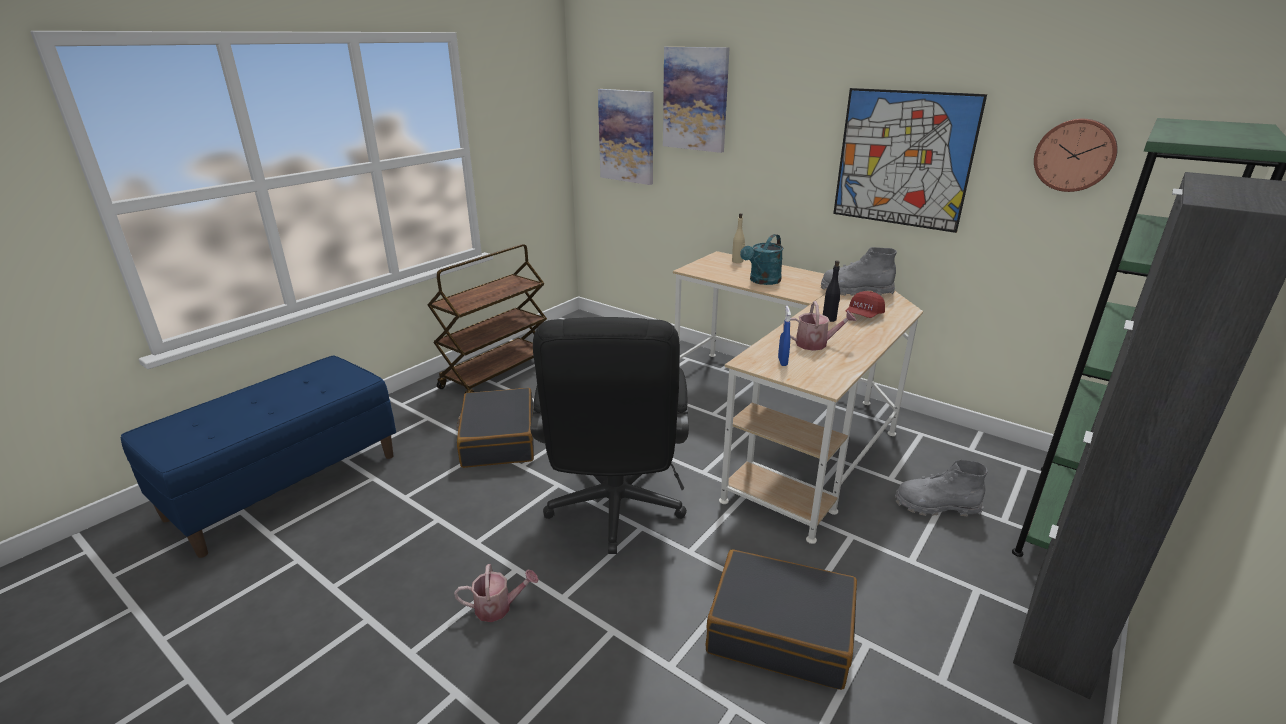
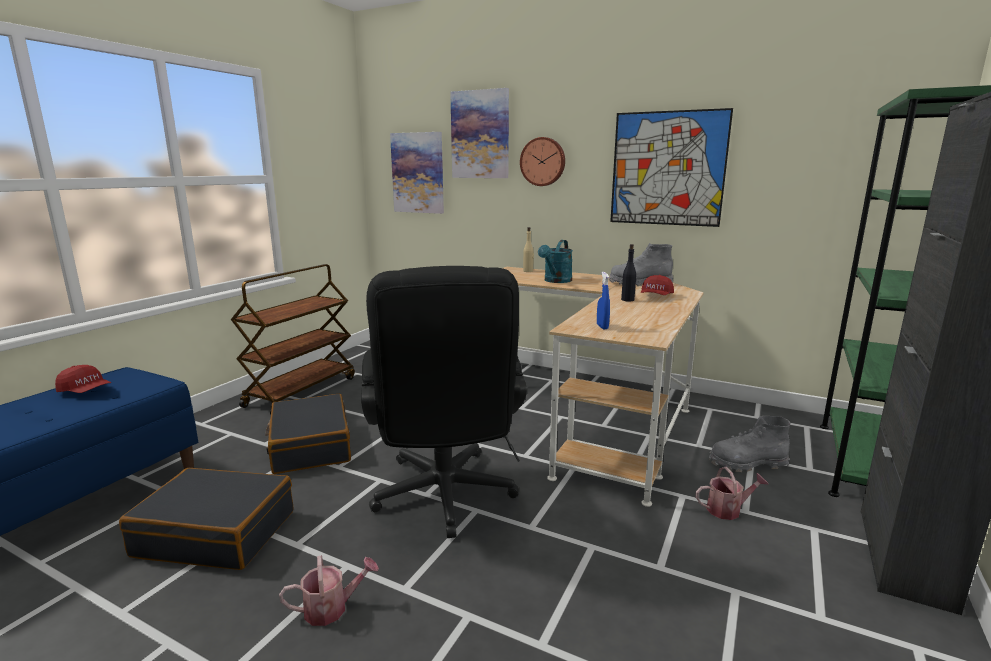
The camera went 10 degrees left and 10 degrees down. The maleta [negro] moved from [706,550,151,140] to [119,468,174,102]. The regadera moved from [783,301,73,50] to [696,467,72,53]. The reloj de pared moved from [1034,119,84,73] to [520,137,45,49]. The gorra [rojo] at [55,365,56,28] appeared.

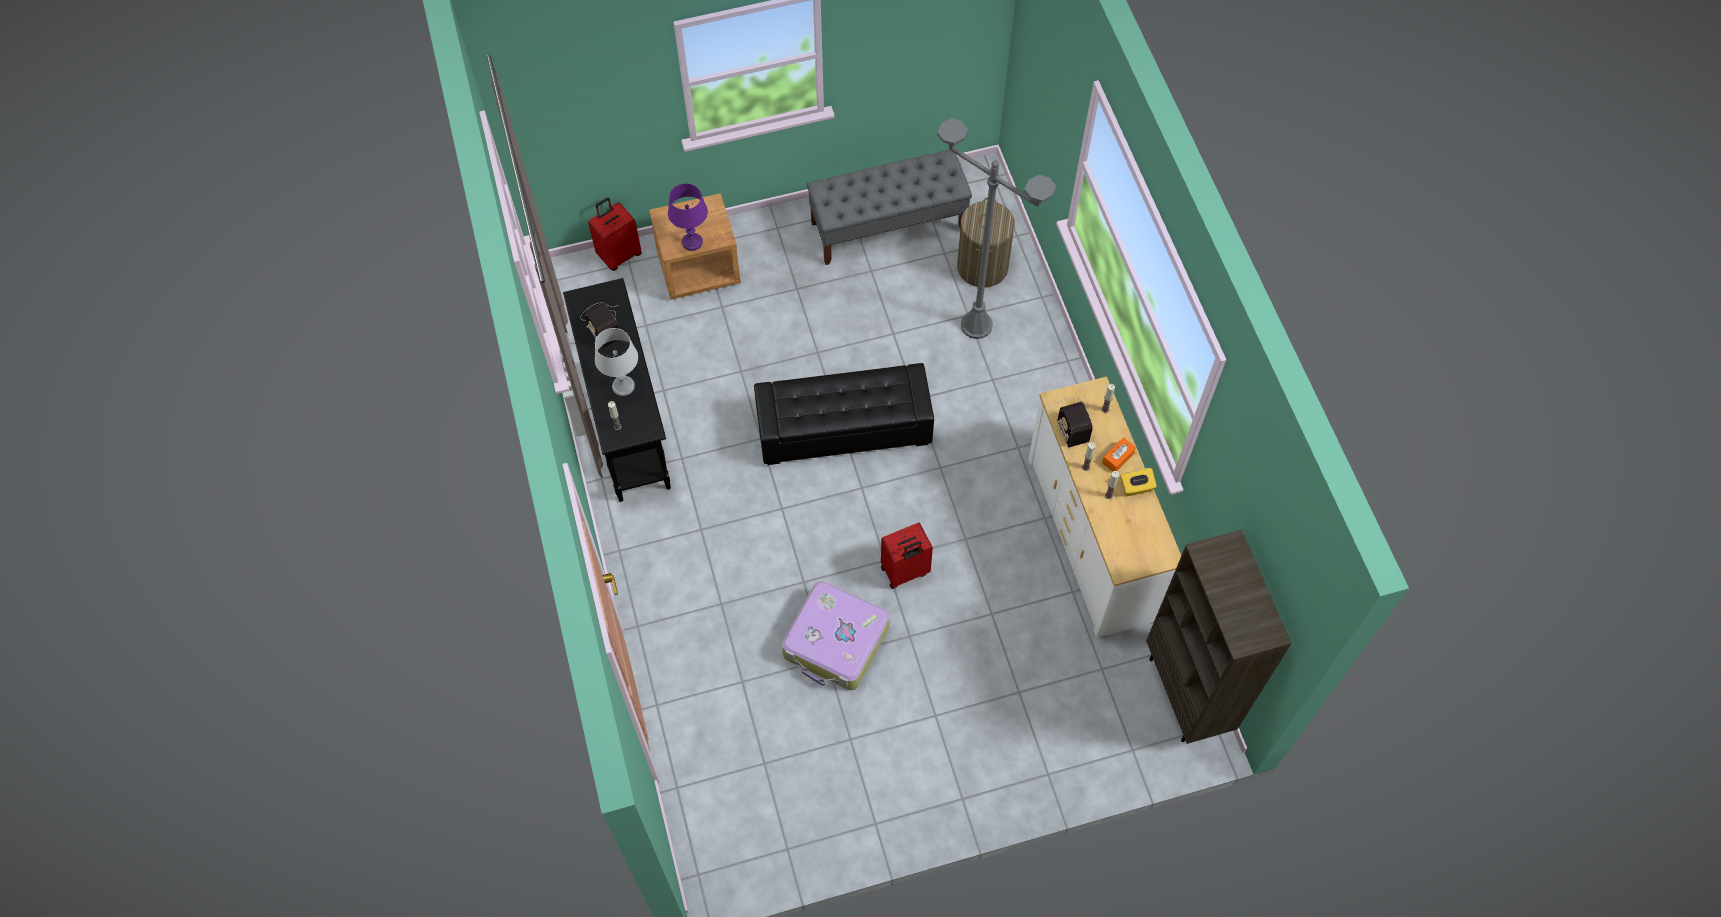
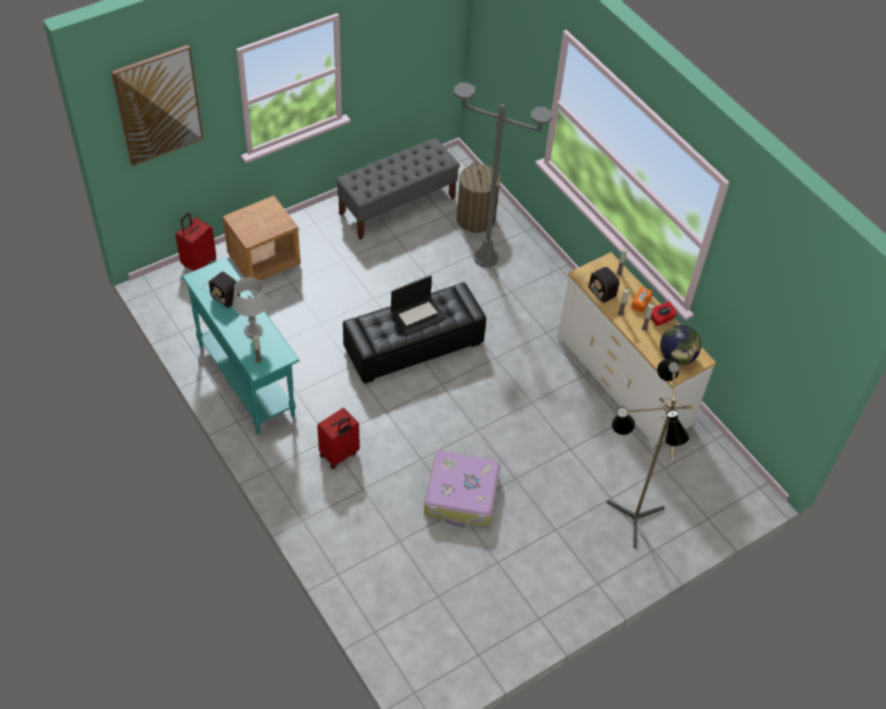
The camera went 20 degrees left and 10 degrees down. The mesa consola [negro] at [563,278,108,224] became the mesa consola [turquesa] at [182,258,118,177]. The lámpara de mesa [morado] at [668,183,40,68] disappeared. The maleta [rojo] moved from [881,523,52,66] to [317,408,42,61]. The caja de pañuelos [amarillo] at [1120,468,37,28] became the caja de pañuelos [rojo] at [651,302,26,24]. The estantería [marrón] at [1146,529,146,215] disappeared. The cuadro at [111,45,92,121] appeared. The portátil at [391,275,55,60] appeared. The lámpara de pie at [607,359,86,189] appeared. The globo terráqueo at [660,325,41,41] appeared.

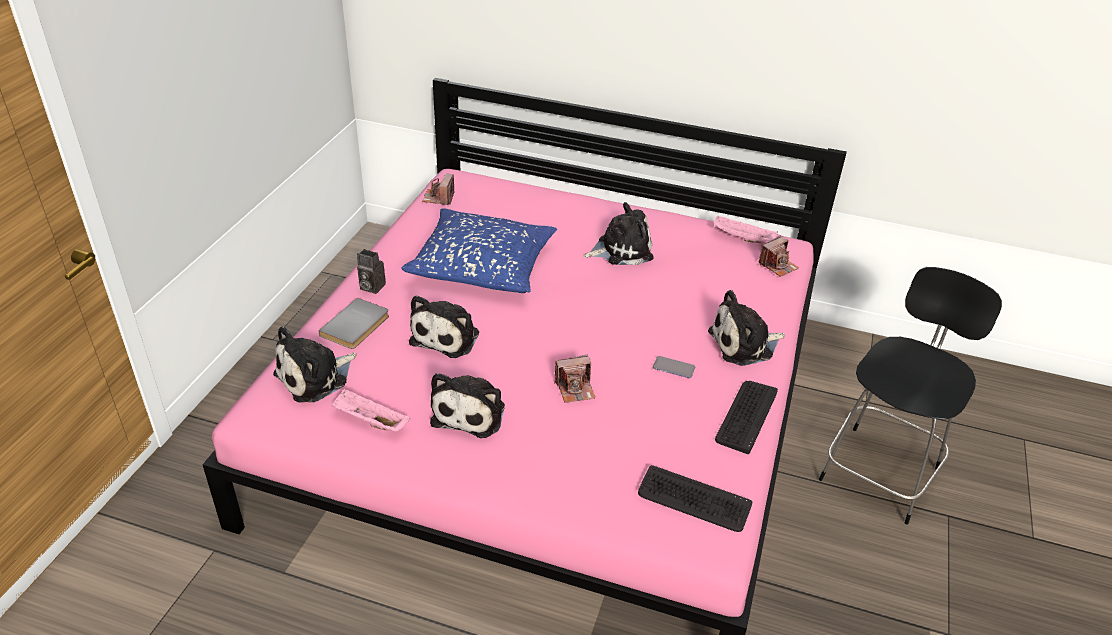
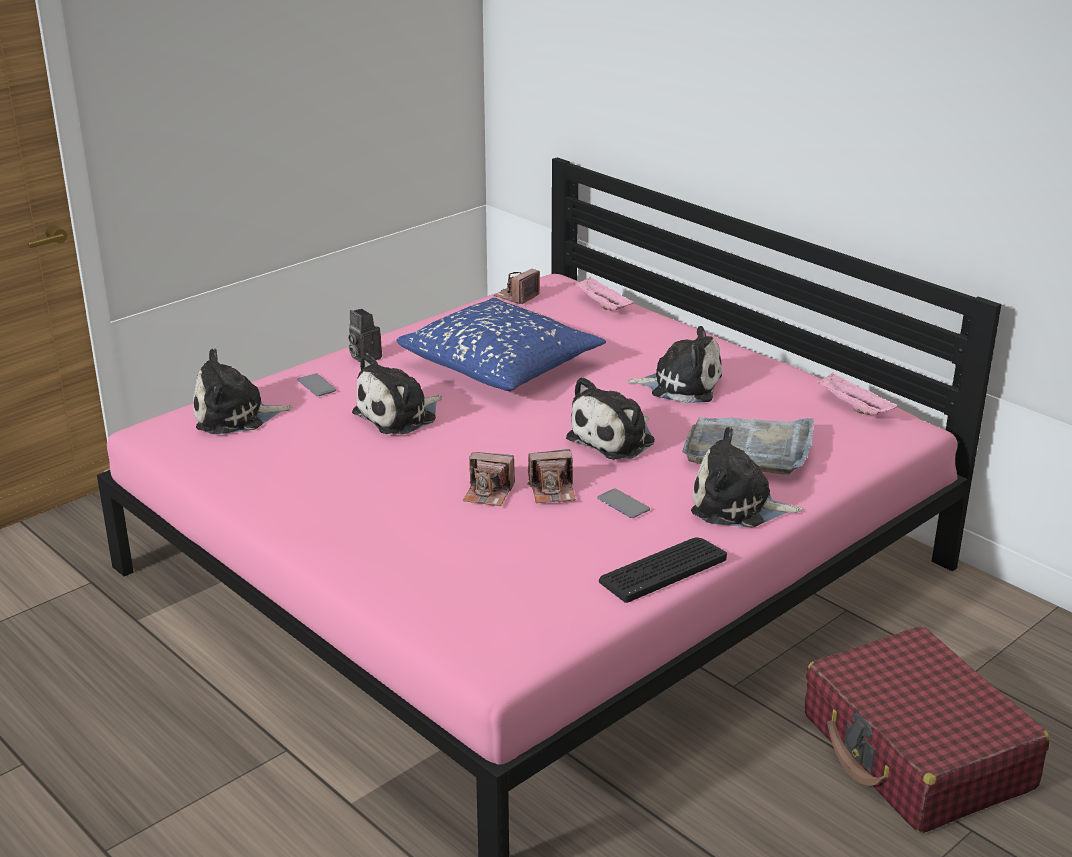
The camera went 30 degrees right and 10 degrees down. The libro [gris] at [319,298,70,51] was replaced by the móvil at [298,373,38,23]. The bandeja [rosa] moved from [331,388,80,43] to [573,277,62,34]. The peluche moved from [430,373,75,65] to [566,377,89,83]. The teclado at [638,465,115,67] disappeared. The cámara moved from [759,235,40,42] to [527,449,49,54]. The silla [negro] at [819,267,183,258] was replaced by the maleta [rojo] at [805,626,245,207]. The bandeja [gris] at [682,417,132,58] appeared.

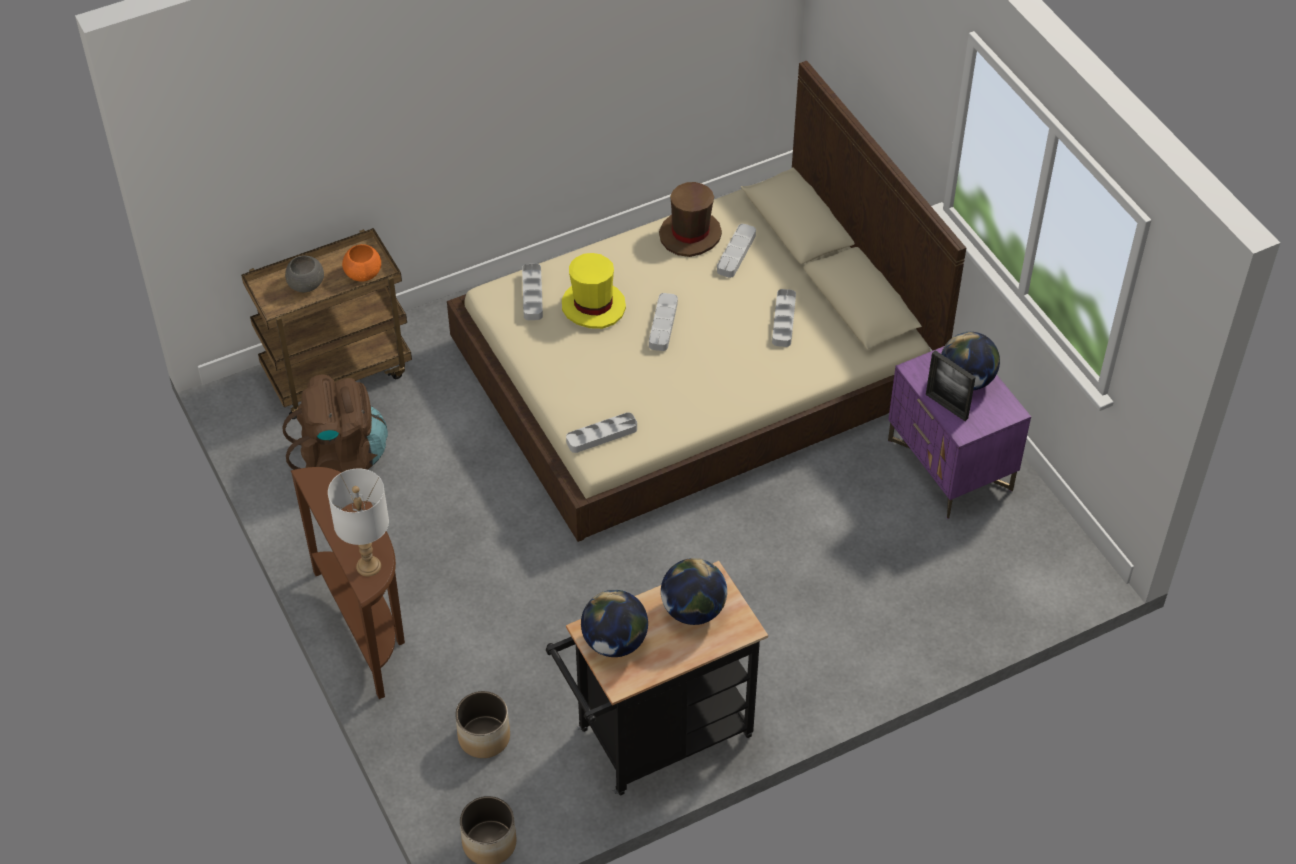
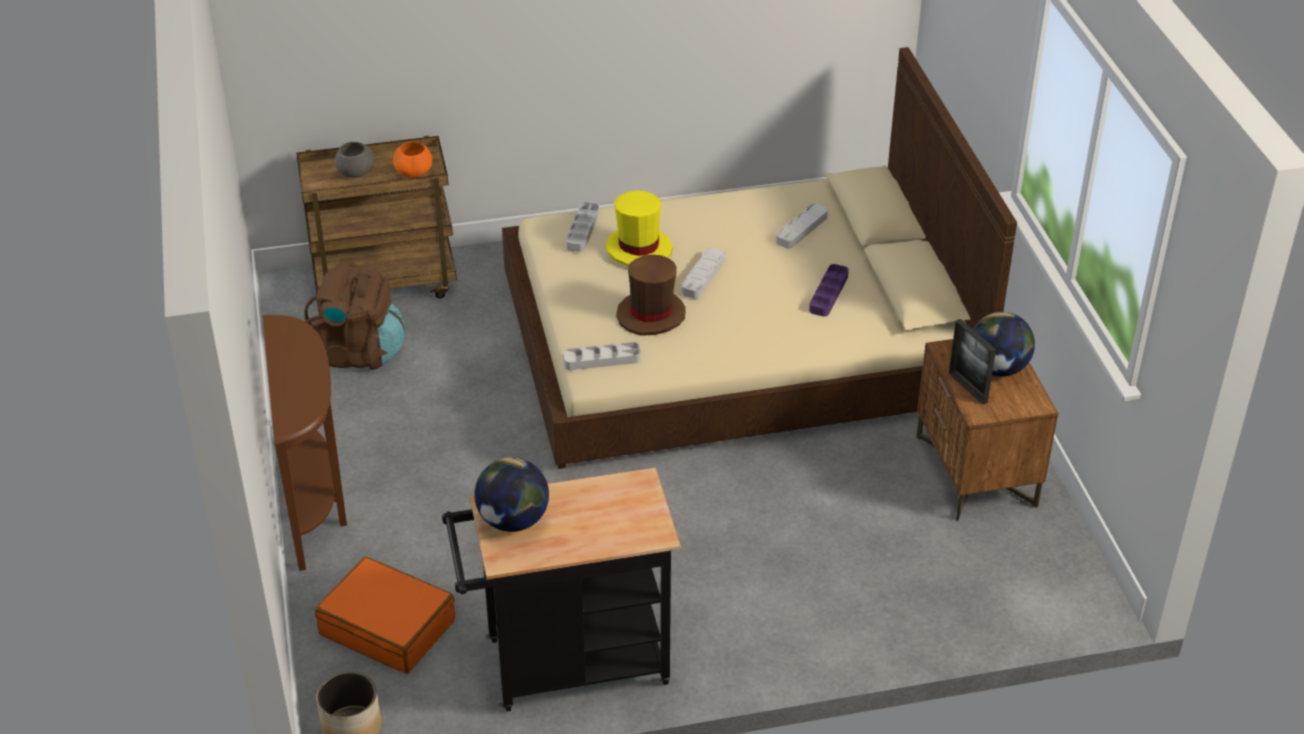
The camera went 15 degrees right and 10 degrees down. The lámpara de mesa [blanco] at [328,468,61,108] disappeared. The maceta at [455,691,55,67] was replaced by the maleta [naranja] at [315,556,140,118]. The sombrero [marrón] moved from [659,182,63,75] to [616,254,70,82]. The globo terráqueo at [661,558,66,67] disappeared. The bandeja [gris] at [772,289,24,58] became the bandeja [morado] at [809,264,40,53]. The mesita de noche [morado] at [888,346,143,173] became the mesita de noche [marrón] at [916,339,142,182].

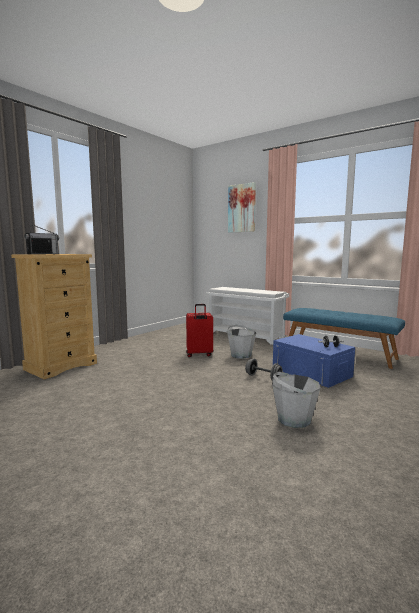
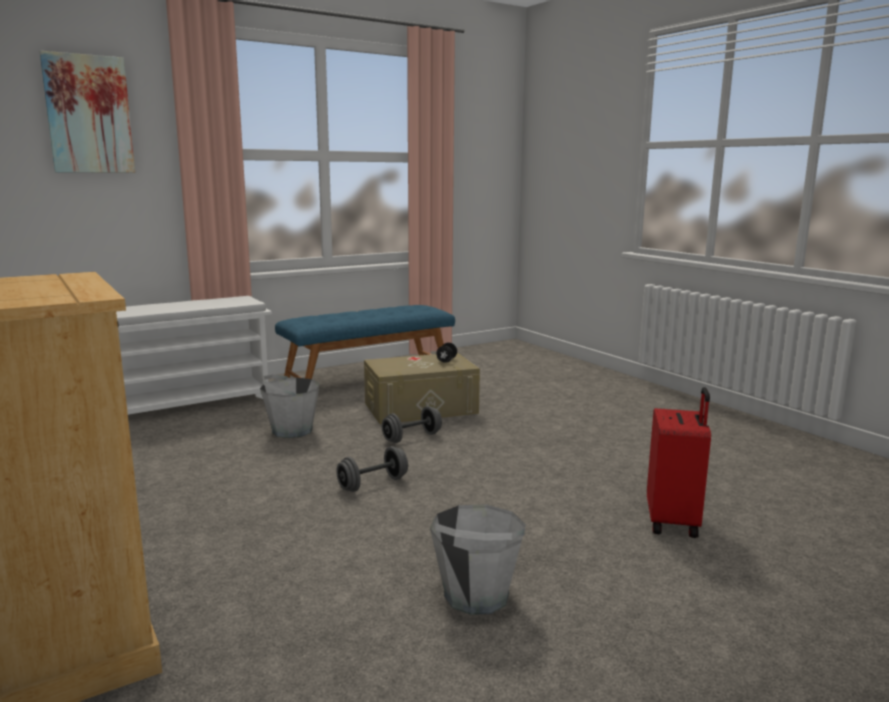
The camera went 70 degrees left and 5 degrees up. The radio at [24,224,35,31] disappeared. The maleta [rojo] moved from [186,304,27,53] to [647,387,64,151]. The cubo [gris] moved from [272,372,49,56] to [430,504,96,111]. The caja de almacenaje [azul] at [273,334,82,54] became the caja de almacenaje [beis] at [364,353,116,71]. The mancuerna [gris] at [336,446,72,46] appeared.

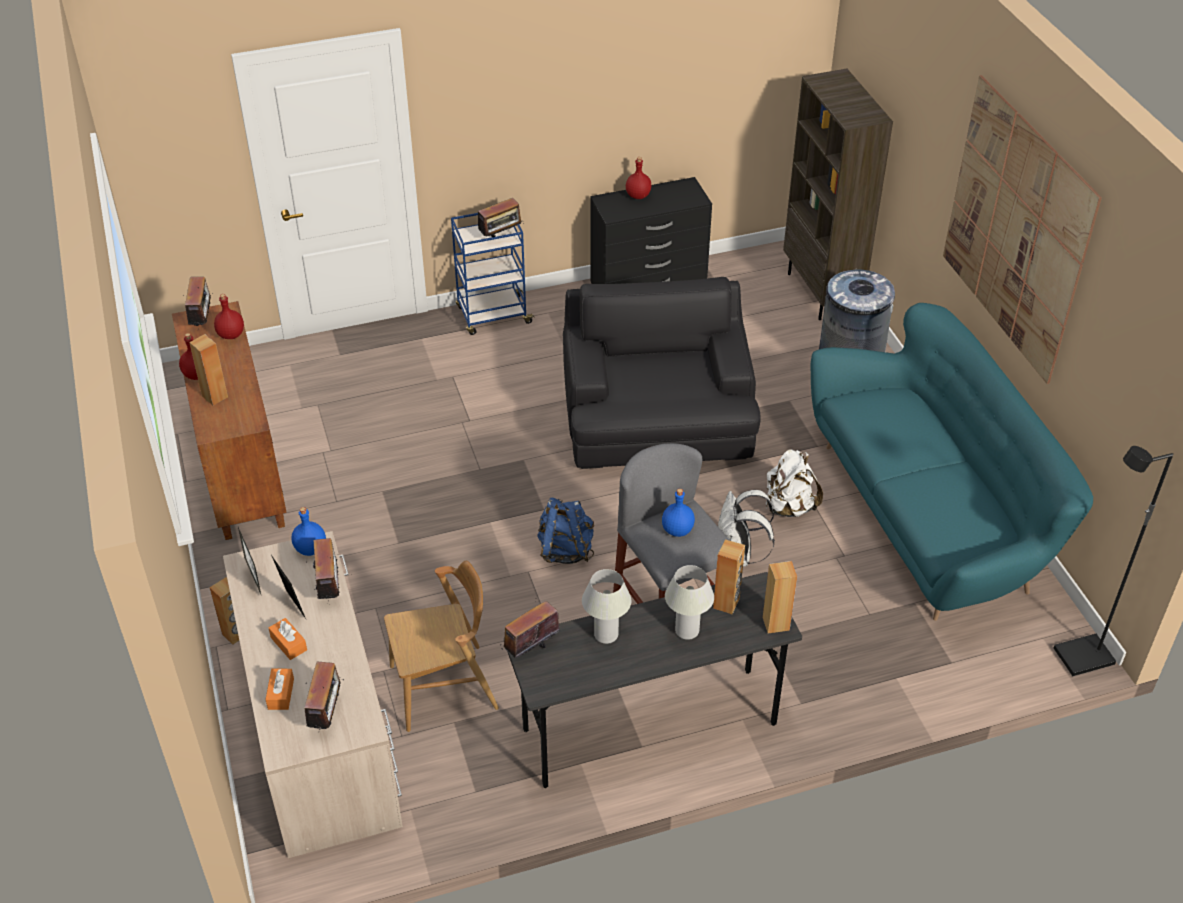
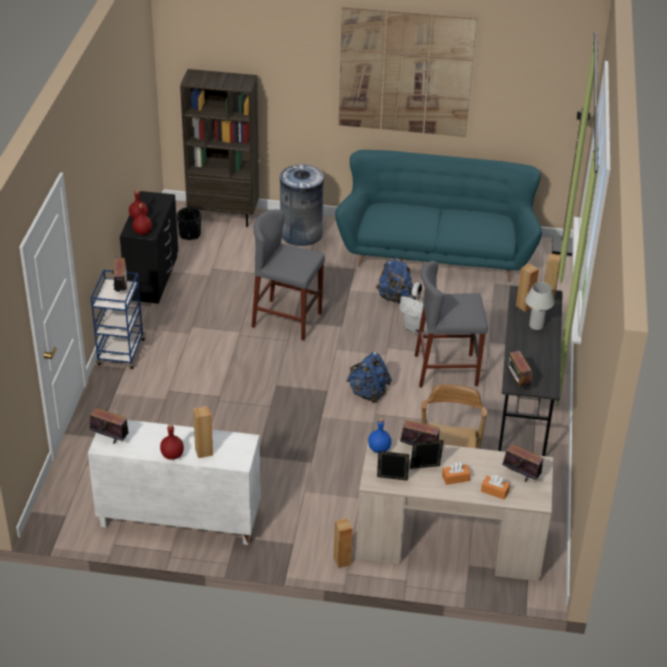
The camera went 65 degrees left and 5 degrees down. The armario [marrón] at [172,301,115,239] became the armario [blanco] at [88,420,173,125]. The botella [rojo] moved from [214,294,30,45] to [132,204,20,31]. The sillón [negro] at [563,277,198,192] was replaced by the taburete [gris] at [252,209,73,132]. The lámpara de mesa [blanco] at [582,569,49,75] disappeared. The botella [azul] at [662,489,33,48] disappeared. The mochila [blanco] at [766,449,57,68] became the mochila [azul] at [376,255,37,49]. The maceta [negro] at [177,207,24,33] appeared.

